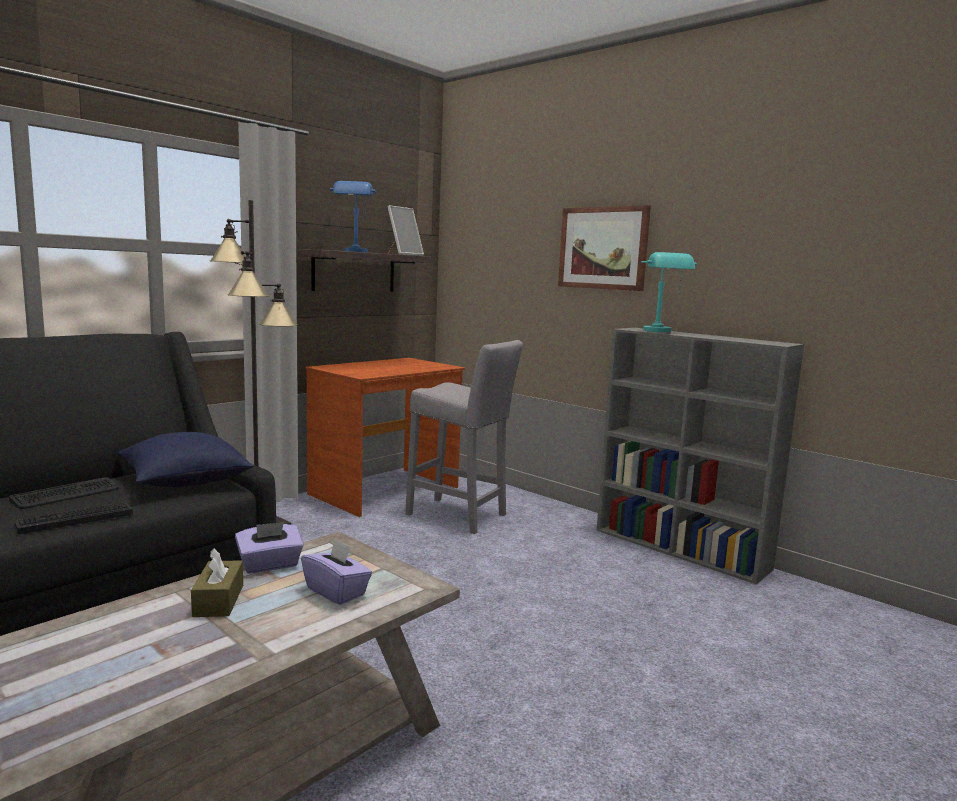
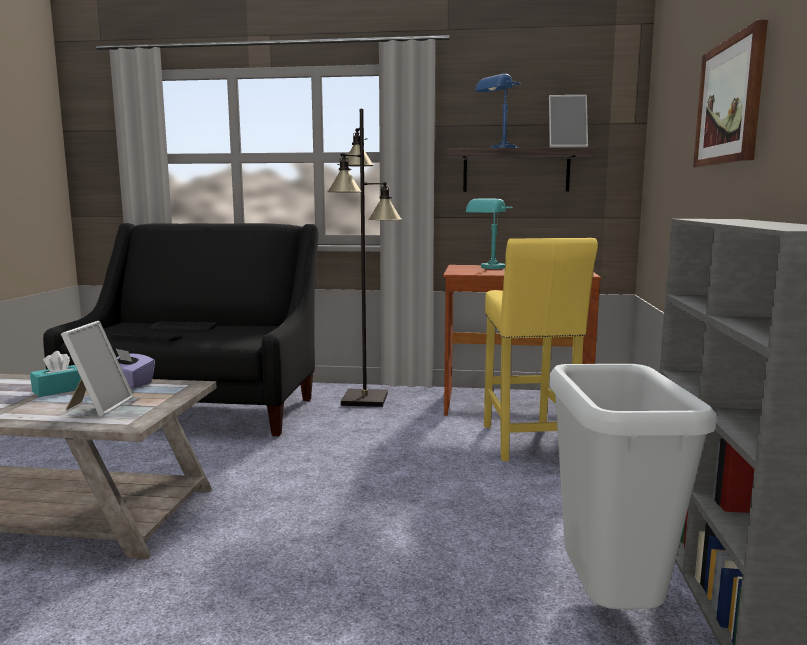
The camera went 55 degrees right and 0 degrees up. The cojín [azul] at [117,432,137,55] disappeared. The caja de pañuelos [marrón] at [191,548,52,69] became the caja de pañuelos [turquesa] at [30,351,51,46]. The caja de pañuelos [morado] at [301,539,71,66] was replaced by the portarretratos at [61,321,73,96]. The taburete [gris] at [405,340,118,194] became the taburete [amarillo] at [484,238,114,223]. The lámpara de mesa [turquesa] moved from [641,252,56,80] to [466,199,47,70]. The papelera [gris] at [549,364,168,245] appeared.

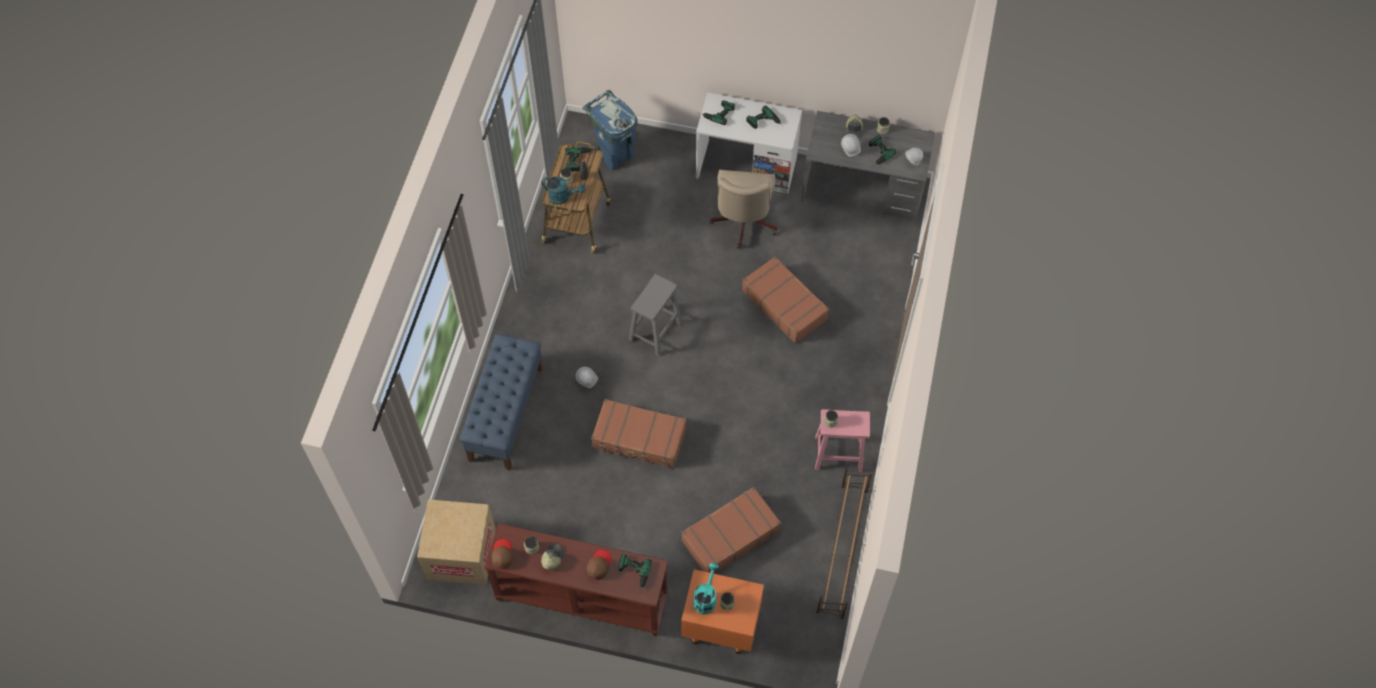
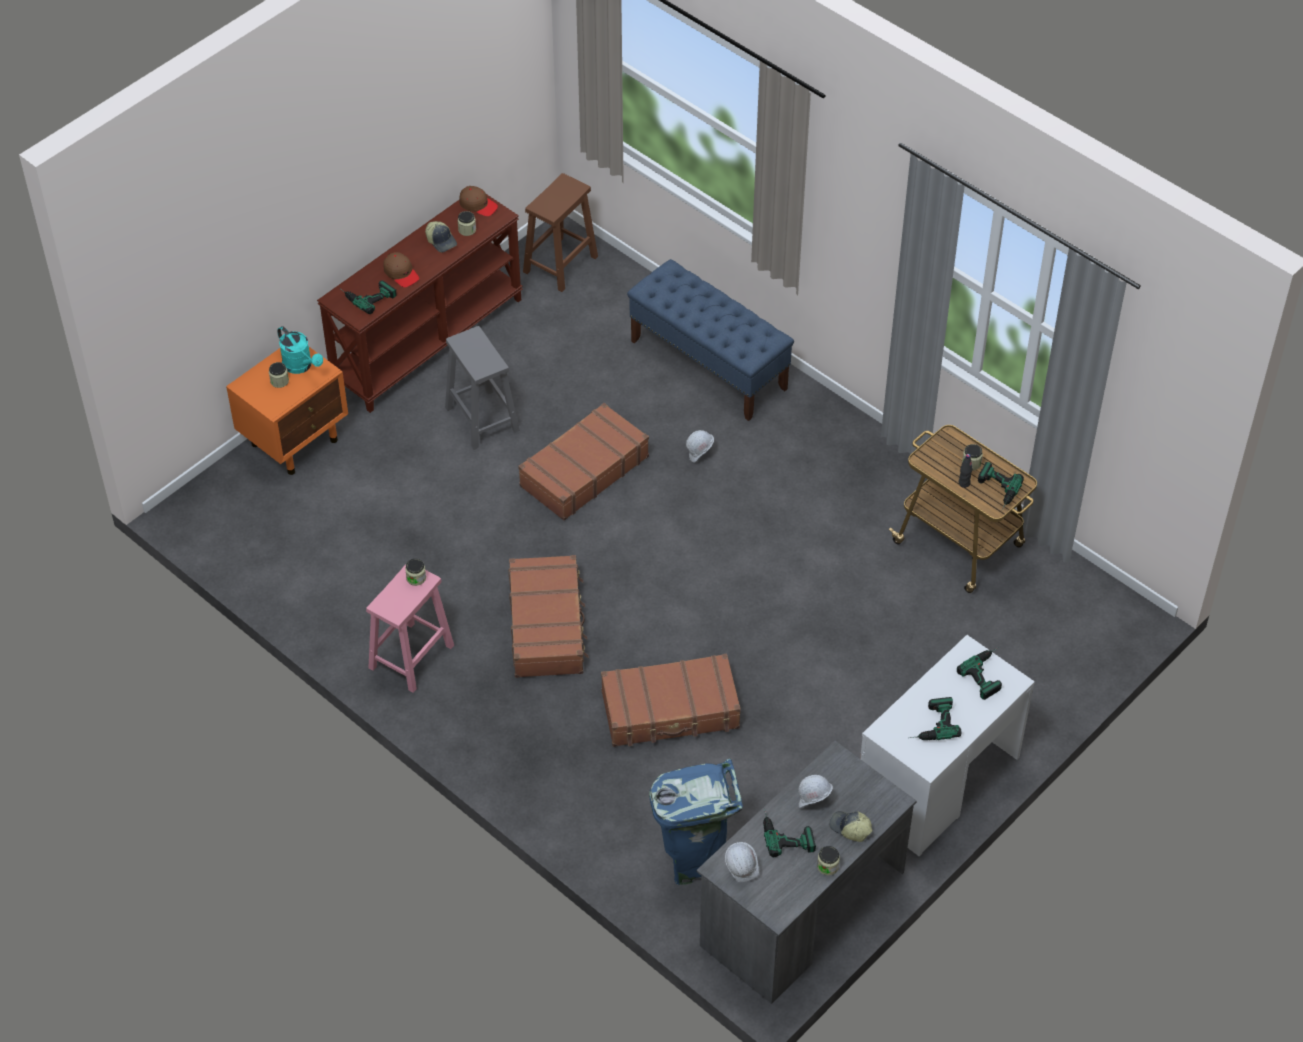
The camera went 120 degrees right and 10 degrees down. The caja de cartón at [417,499,79,86] was replaced by the taburete [marrón] at [523,173,75,119]. The regadera [turquesa] at [541,176,44,28] disappeared. The papelera [azul] moved from [583,90,55,80] to [649,758,94,127]. The taburete [gris] moved from [628,274,54,82] to [445,326,75,124]. The maleta [marrón] moved from [681,487,100,87] to [508,555,81,123]. The silla de oficina [beis] at [709,170,68,79] disappeared. The zapatero [marrón] at [816,468,56,151] disappeared.

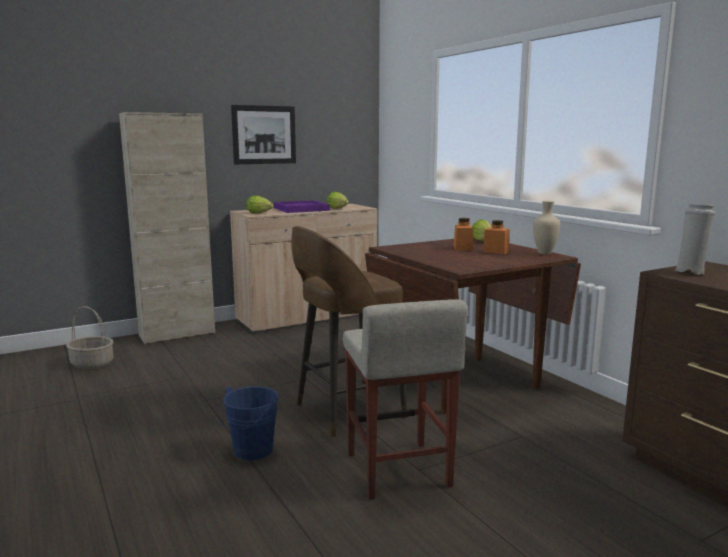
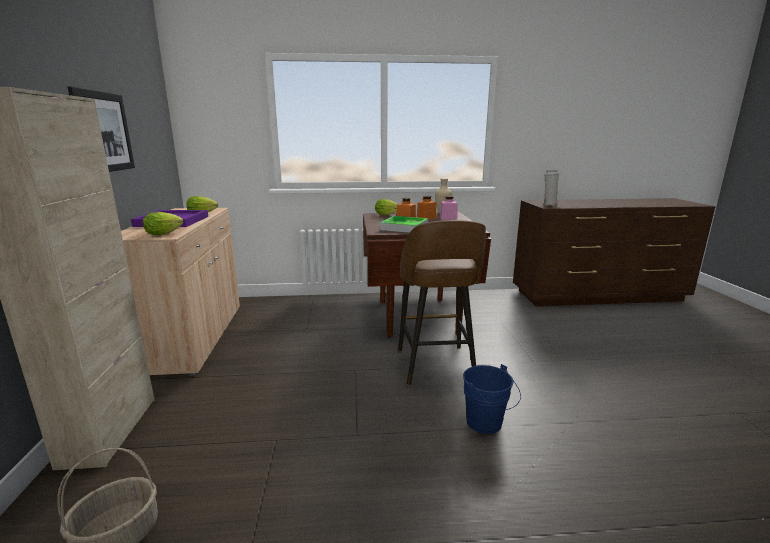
The camera went 65 degrees left and 5 degrees up. The taburete [beis] at [343,299,125,201] disappeared. The bandeja at [380,216,48,17] appeared. The tarro [rosa] at [440,196,18,24] appeared.

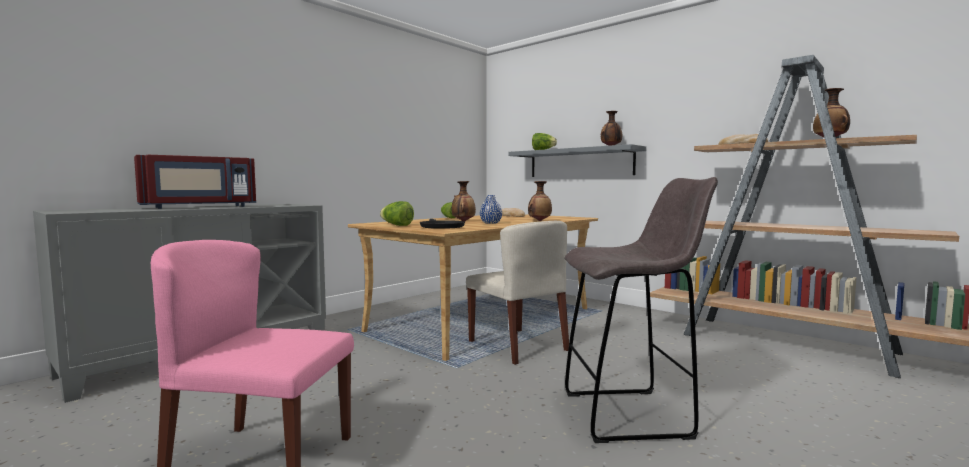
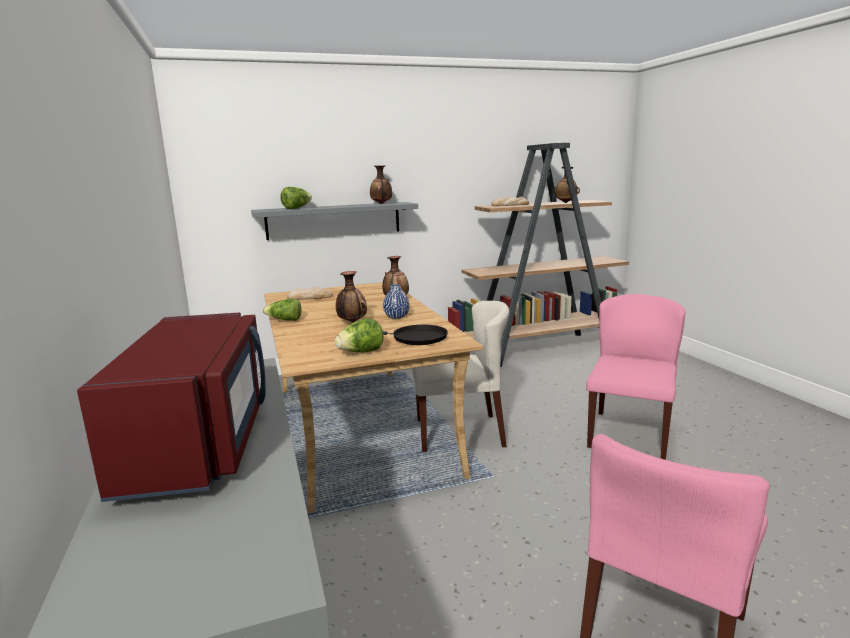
The camera went 60 degrees left and 10 degrees up. The taburete [gris] at [564,177,154,266] was replaced by the silla [rosa] at [586,294,100,166].

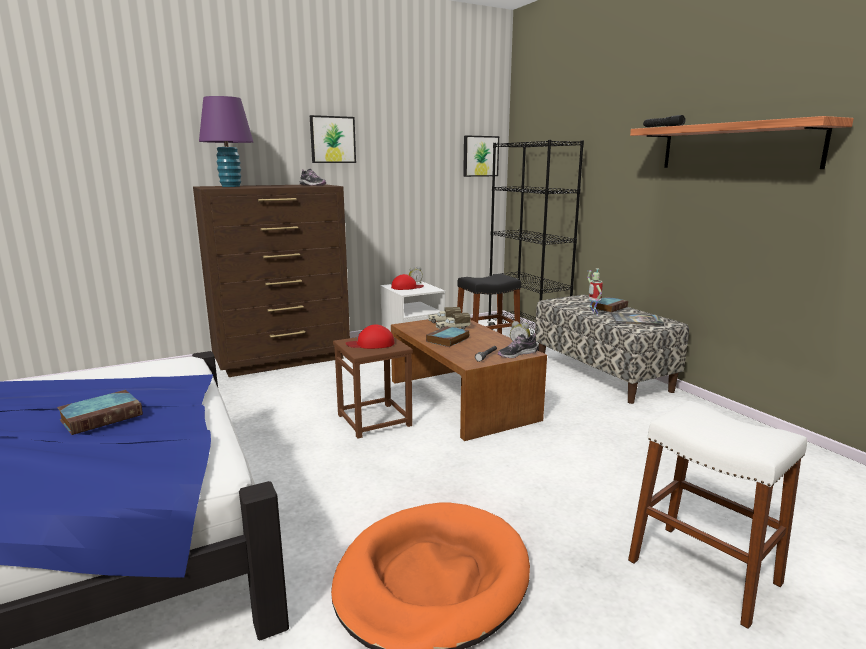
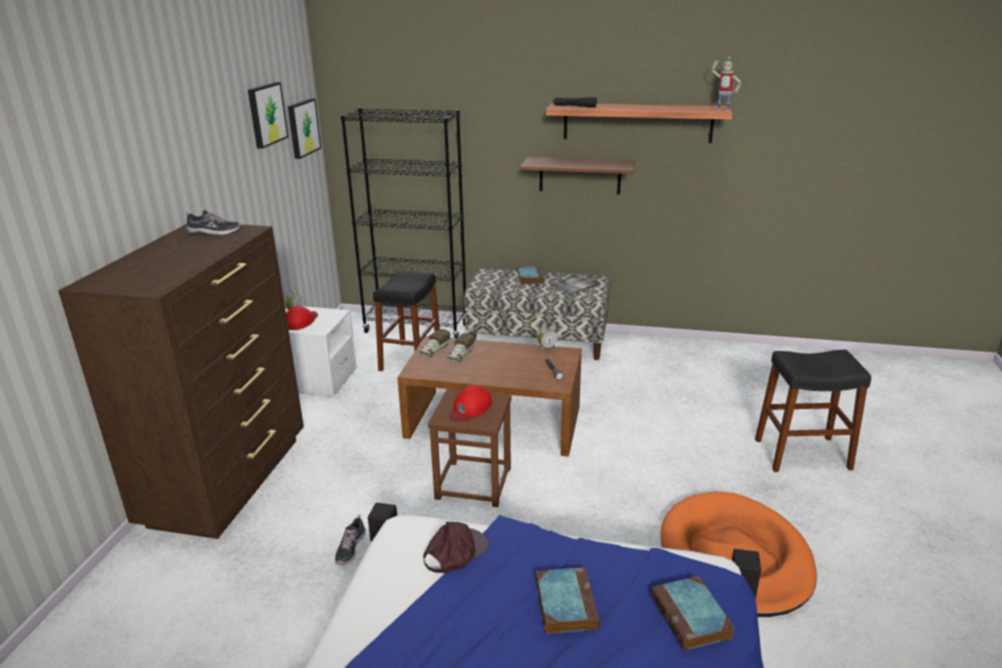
The camera went 50 degrees left and 10 degrees up. The lámpara de mesa [morado] at [199,96,54,91] disappeared. The cuadro moved from [310,115,46,48] to [248,82,40,67]. The libro moved from [426,326,44,21] to [651,576,84,75]. The zapato moved from [498,333,39,25] to [335,515,31,50]. The robot de juguete moved from [587,269,16,47] to [711,57,31,54]. The taburete [blanco] at [628,401,179,228] became the taburete [negro] at [755,350,116,122]. The gorra [marrón] at [423,522,66,51] appeared. The estante at [520,157,115,37] appeared.

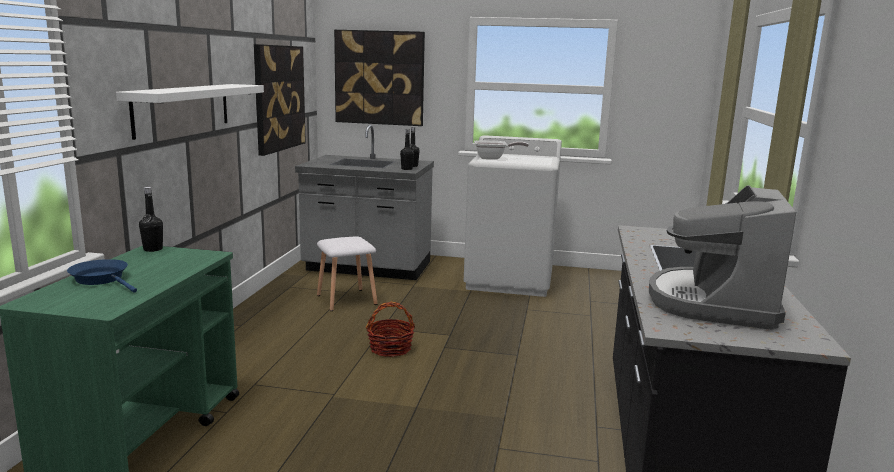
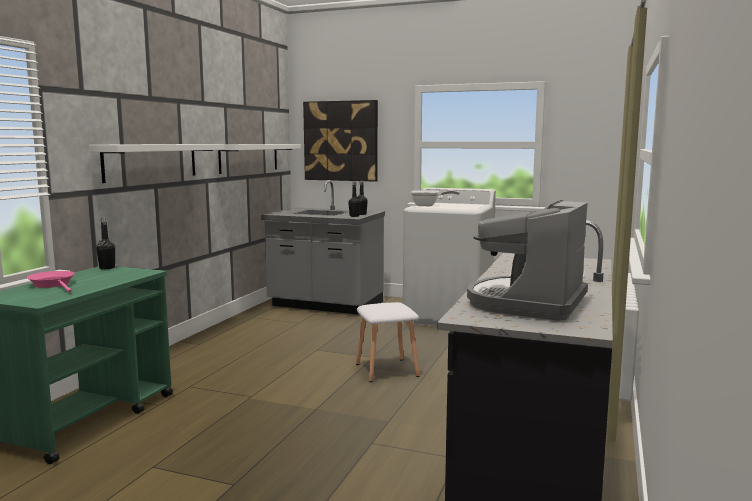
The camera went 10 degrees right and 5 degrees down. The sartén [azul] at [67,259,70,34] became the sartén [rosa] at [27,271,48,22]. The cuadro at [254,44,52,112] was replaced by the estante [blanco] at [218,144,83,30]. The taburete [blanco] moved from [317,236,61,75] to [356,302,64,80]. The cesta at [366,302,49,55] disappeared.

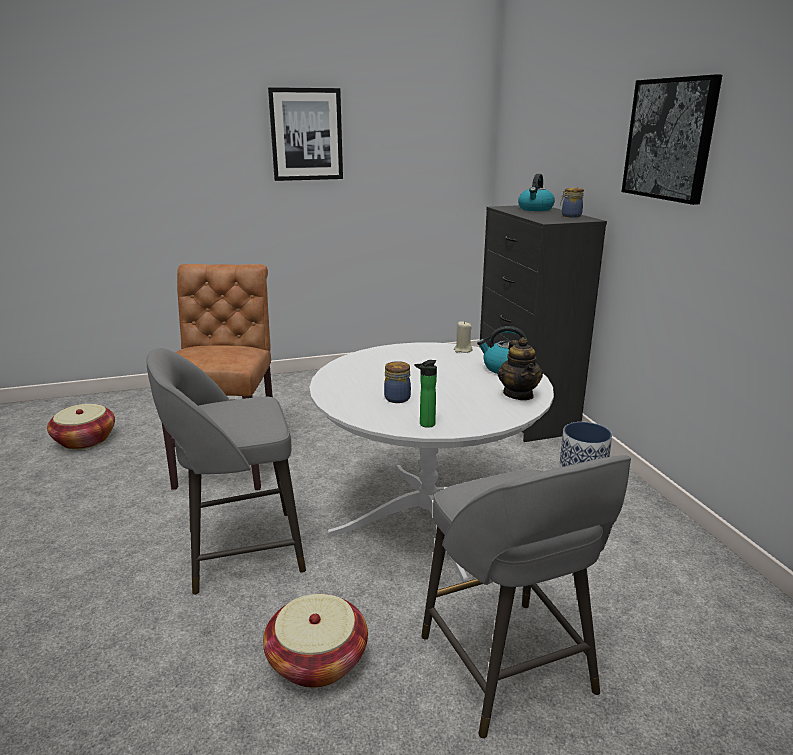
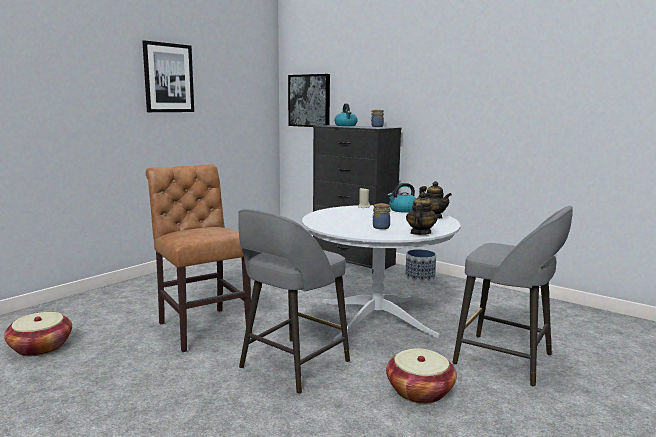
The camera went 35 degrees left and 10 degrees down. The botella at [414,360,23,68] was replaced by the tetera at [406,192,31,43]. The cuadro moved from [622,75,100,130] to [288,74,42,53].

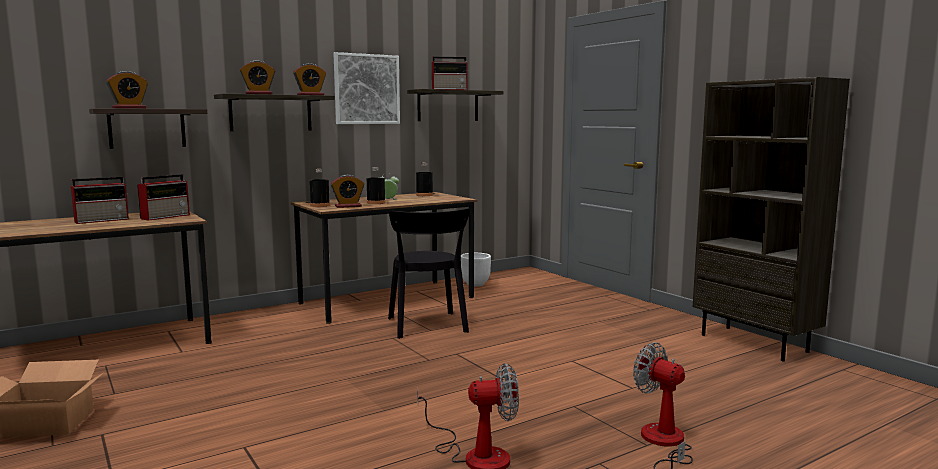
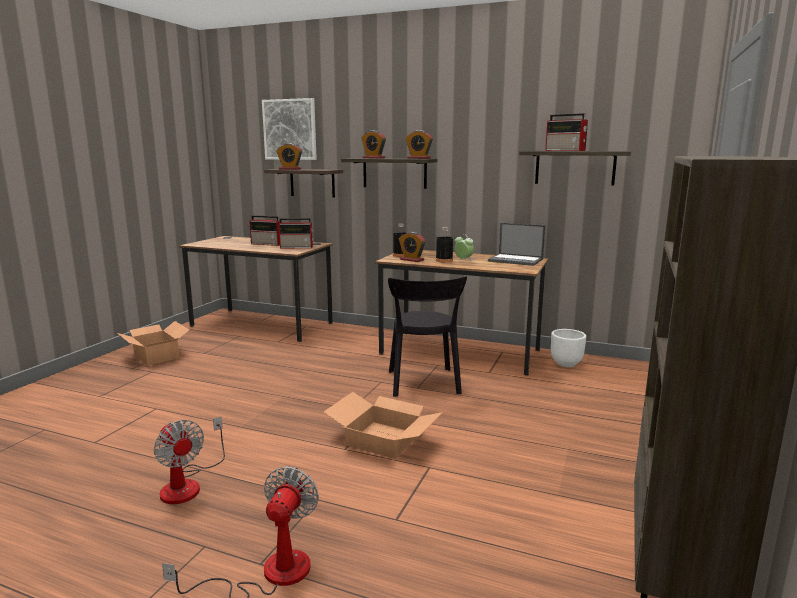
The camera went 55 degrees right and 5 degrees up. The cuadro moved from [334,52,66,72] to [262,98,55,62]. The silla [negro] at [388,208,82,131] turned 45 degrees counterclockwise. The botella [negro] at [416,163,17,33] was replaced by the portátil at [488,223,57,43]. The caja de cartón at [324,392,119,67] appeared.

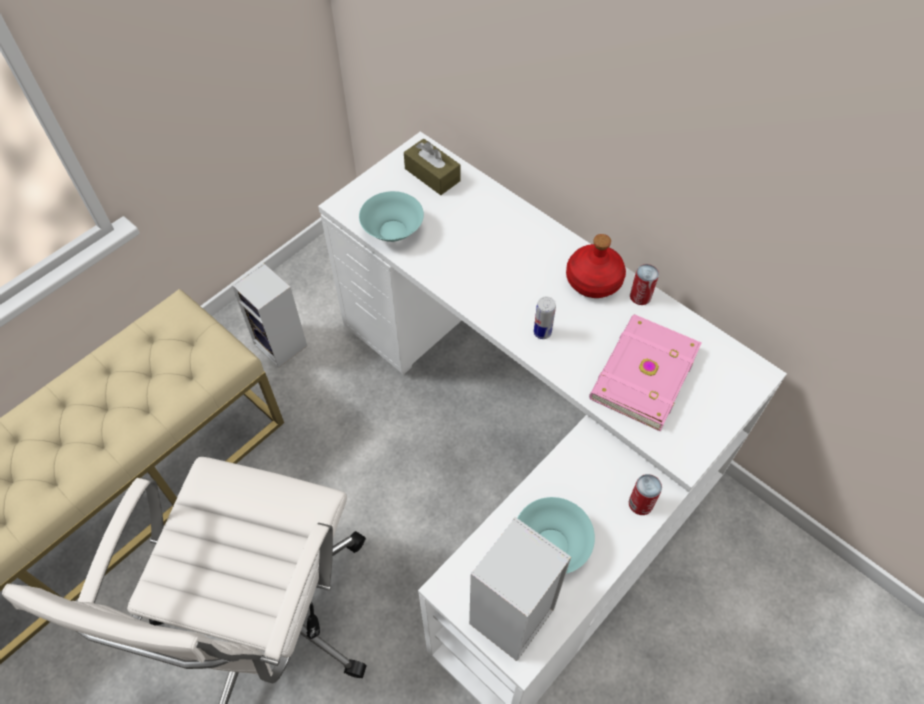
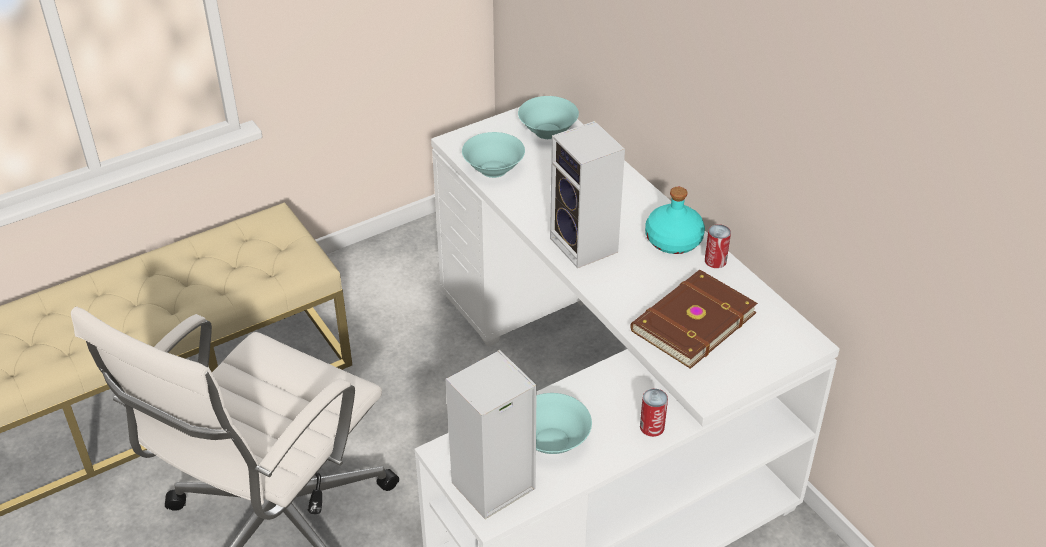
The camera went 15 degrees right and 15 degrees down. The altavoz moved from [232,263,75,105] to [550,121,75,147]. The caja de pañuelos [marrón] at [404,139,56,56] was replaced by the cuenco [turquesa] at [518,96,61,43]. The lata at [534,297,22,42] disappeared. The botella [rojo] at [566,234,60,64] became the botella [turquesa] at [645,187,60,67]. The libro [rosa] at [589,314,113,117] became the libro [marrón] at [630,270,128,99].

